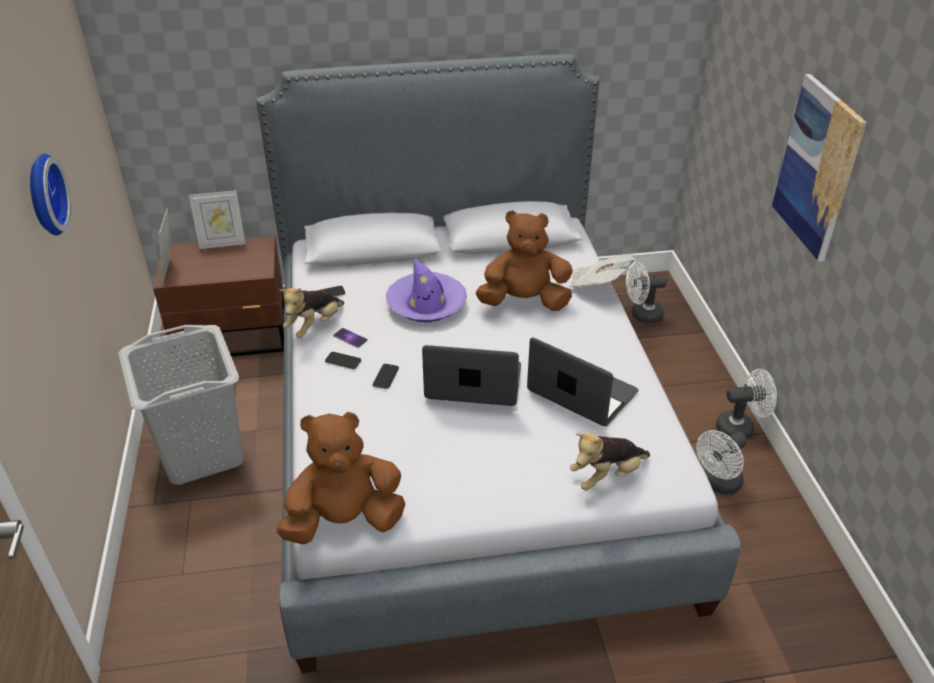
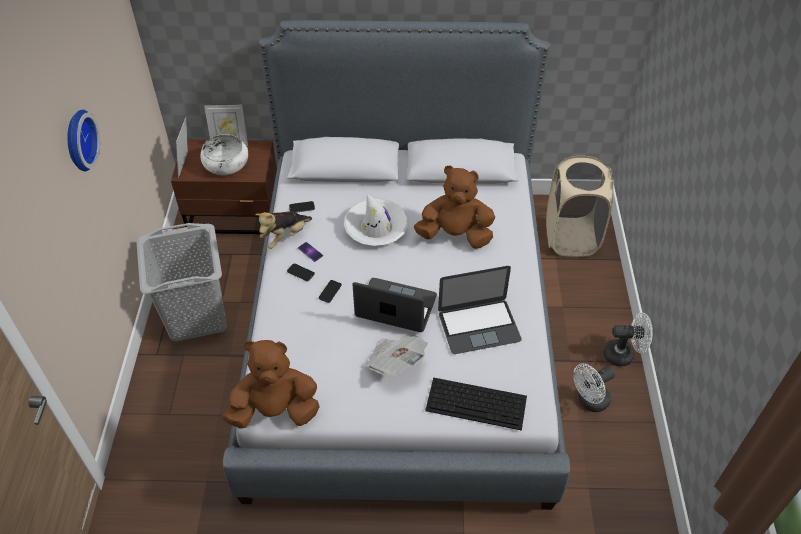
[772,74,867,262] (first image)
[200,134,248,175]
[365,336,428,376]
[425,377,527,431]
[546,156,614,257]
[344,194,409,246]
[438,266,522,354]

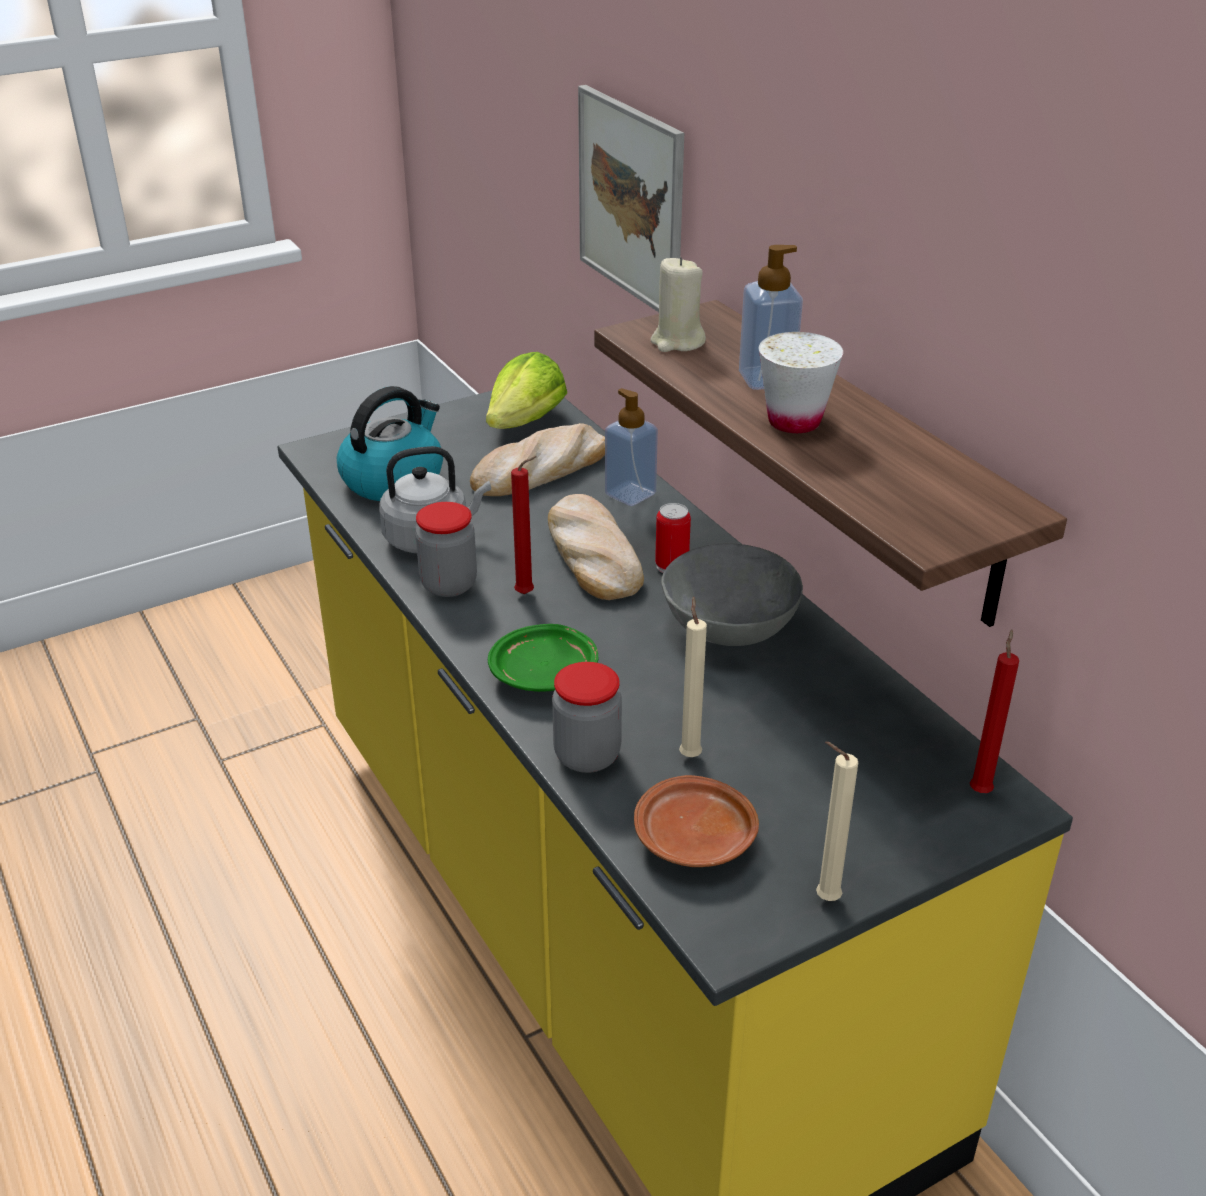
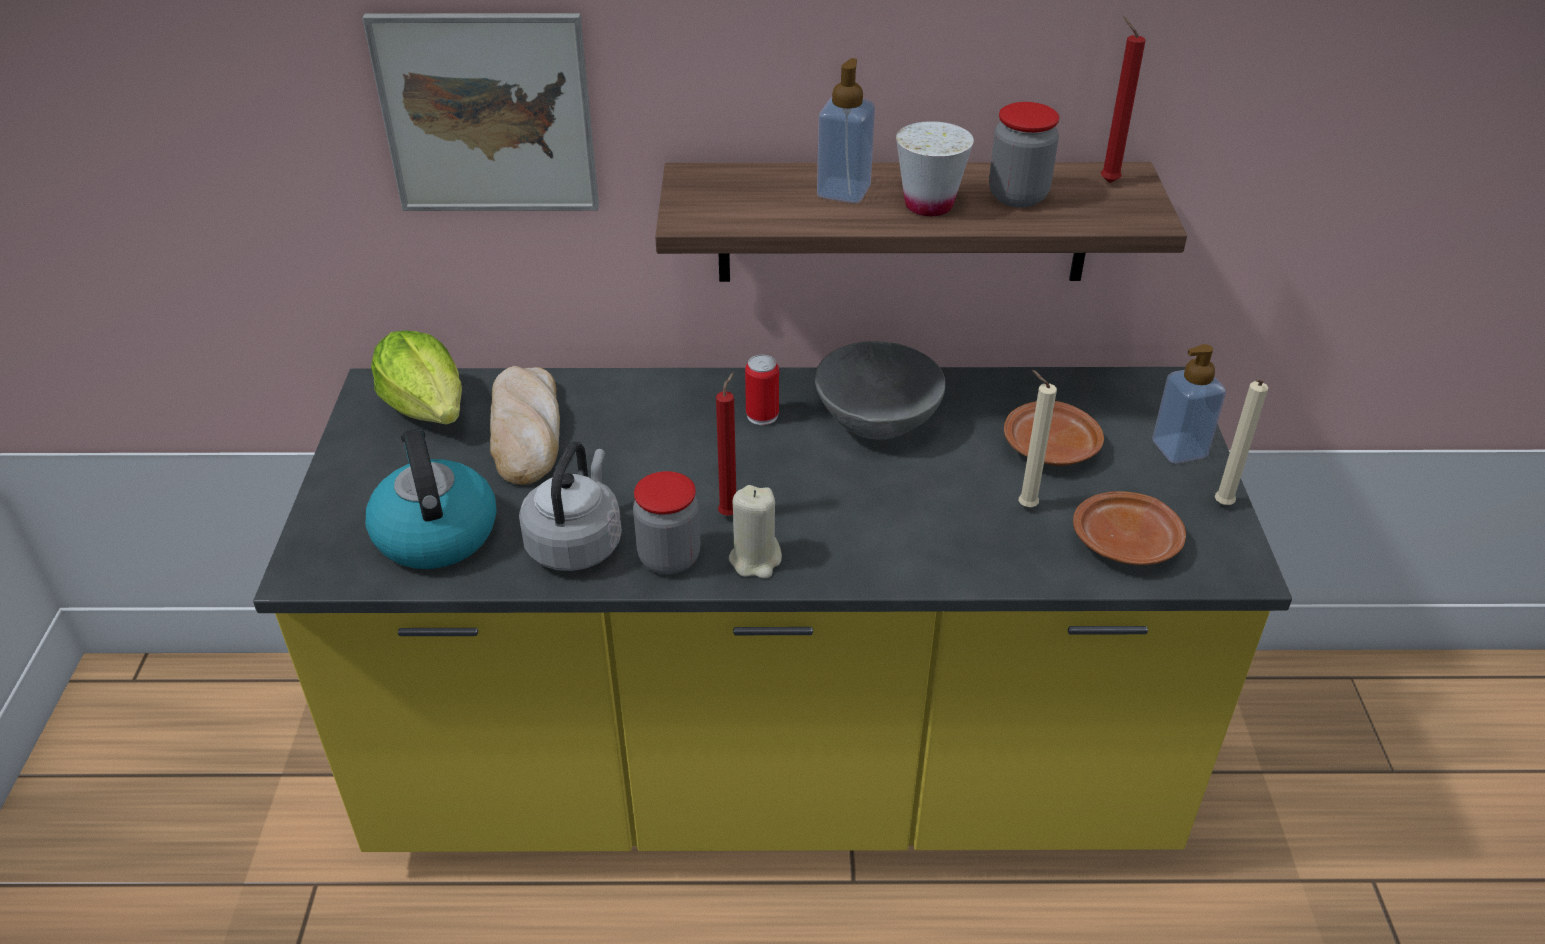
[488,624,598,692] (first image)
[548,494,644,600] (first image)
[1004,401,1104,466]
[989,102,1060,207]
[1152,344,1226,463]
[729,485,782,579]
[1101,16,1146,183]

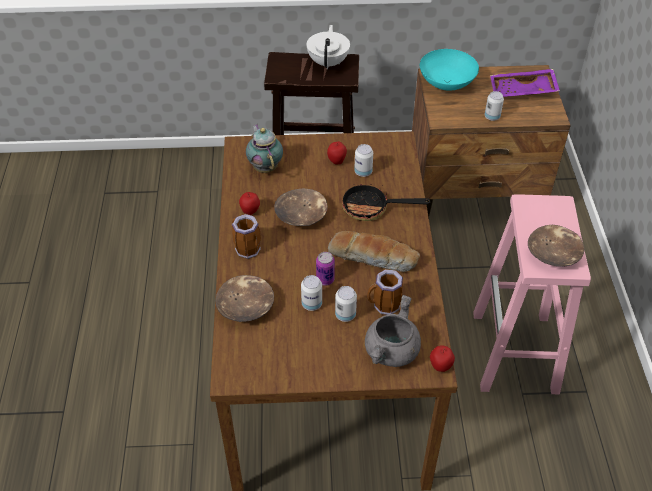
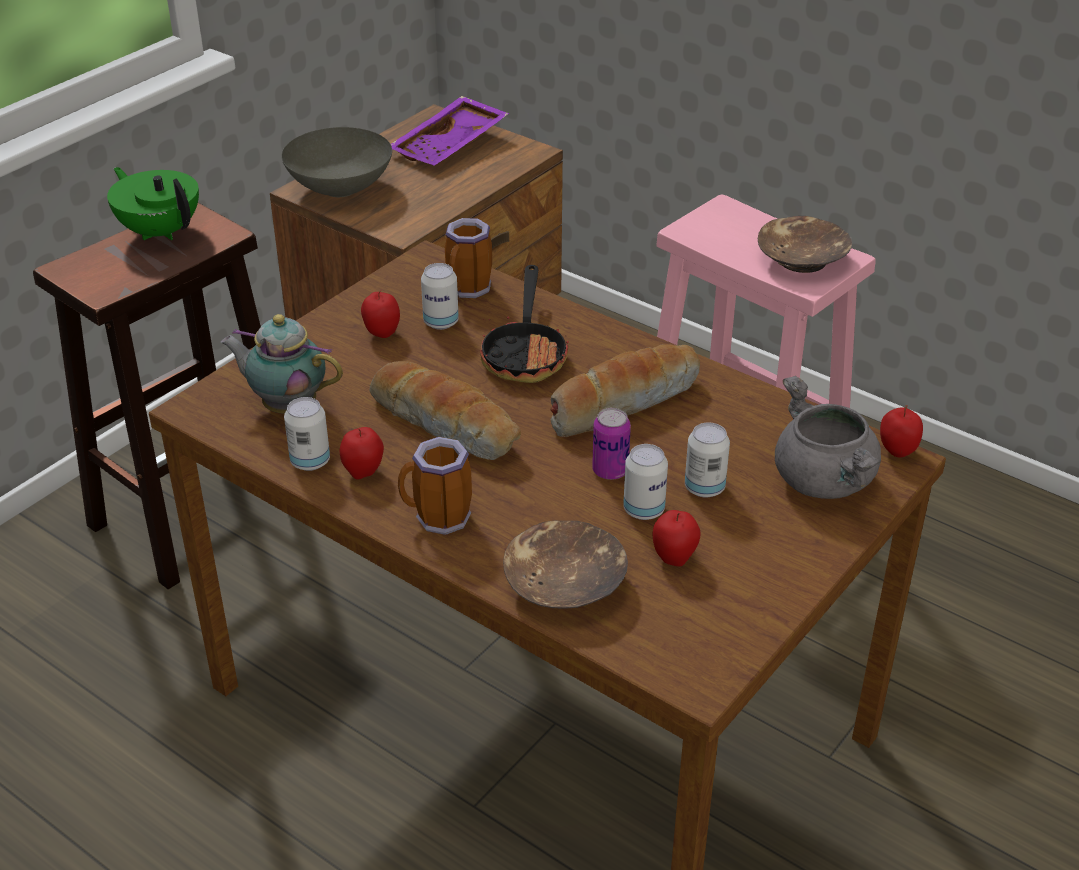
[653,510,700,567]
[445,218,492,298]
[284,397,330,471]
[369,361,521,460]
[107,167,199,240]
[282,127,392,197]
[480,265,569,383]

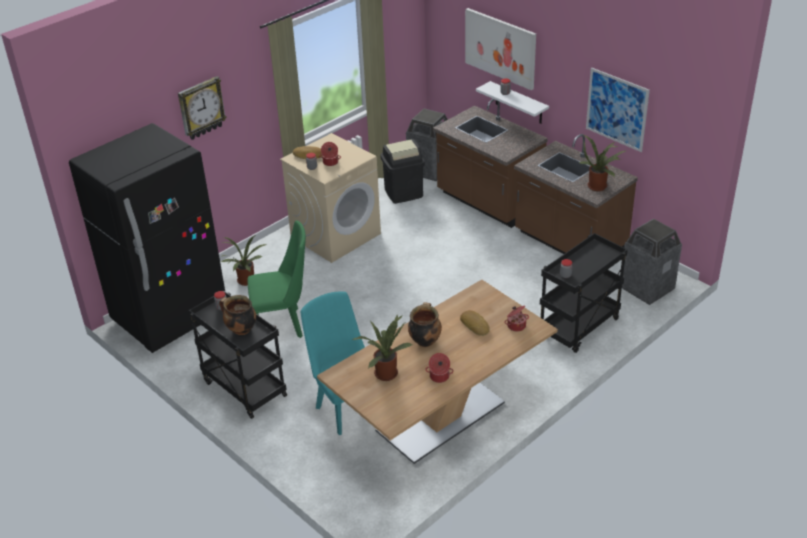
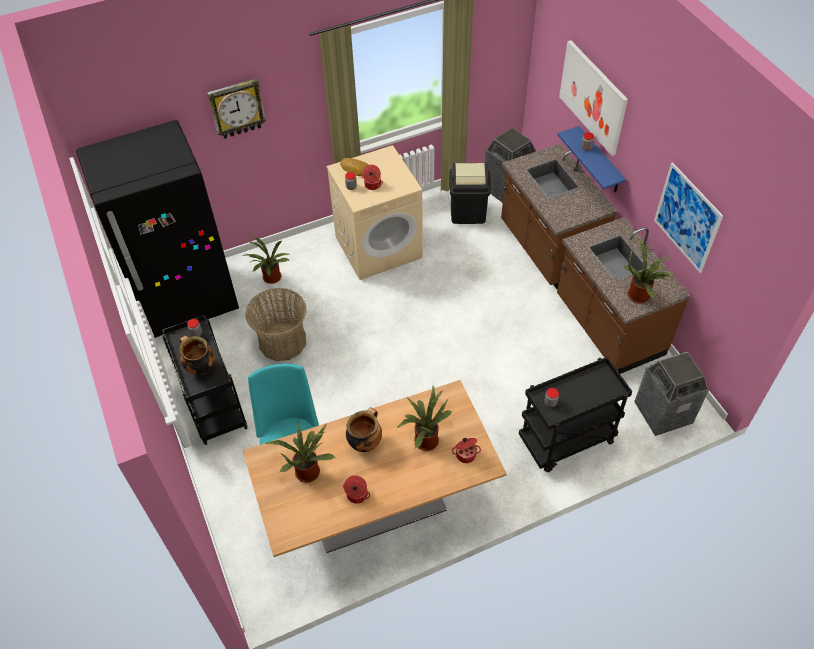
[245,288,307,361]
[397,386,453,451]
[558,126,626,193]

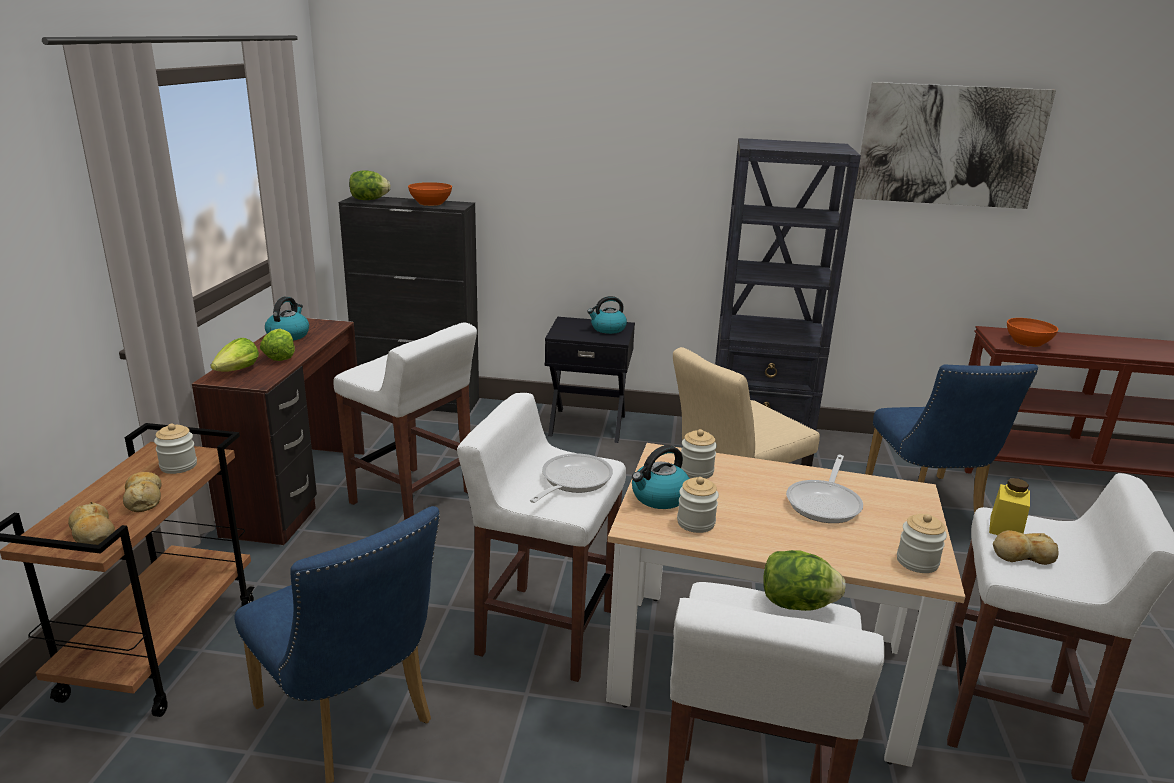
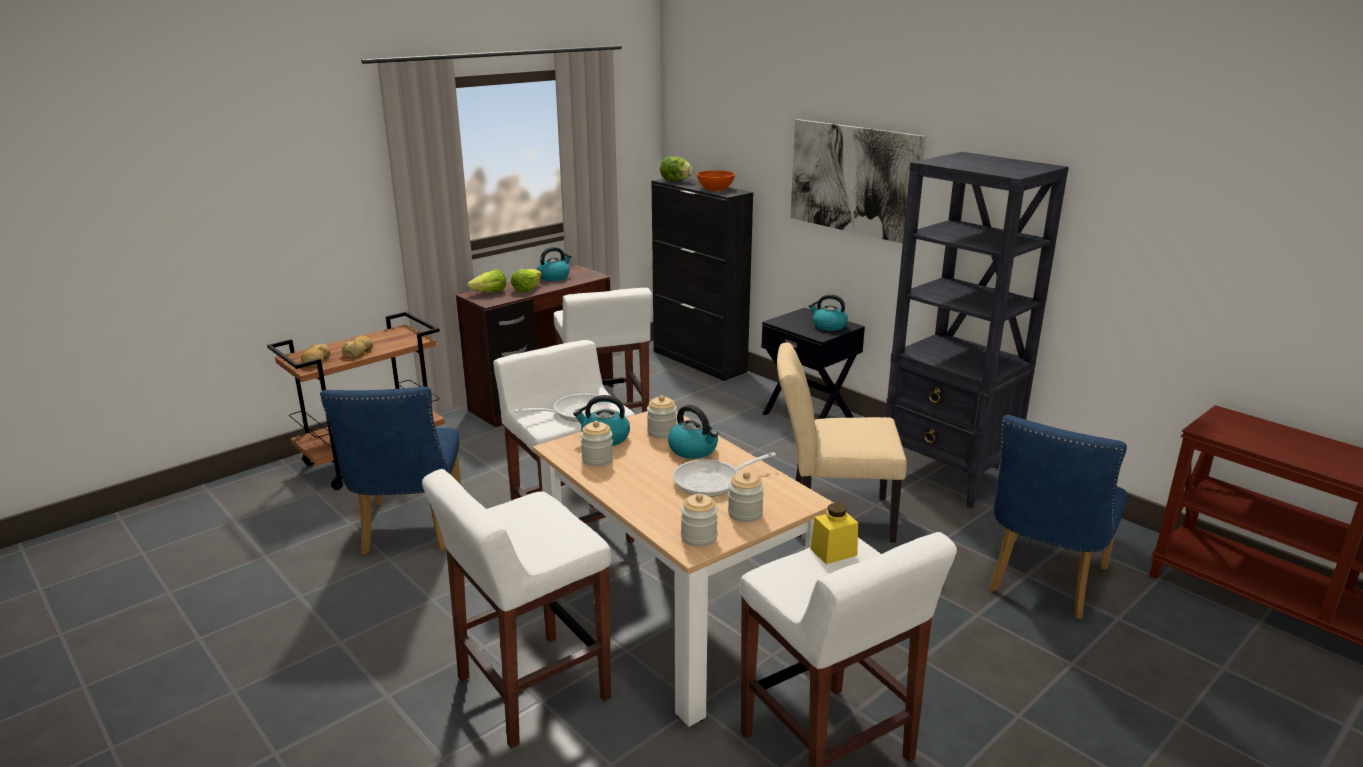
[763,550,846,611] (first image)
[993,530,1059,565] (first image)
[1007,318,1058,347] (first image)
[668,405,718,459]
[728,471,764,522]
[790,119,926,244]

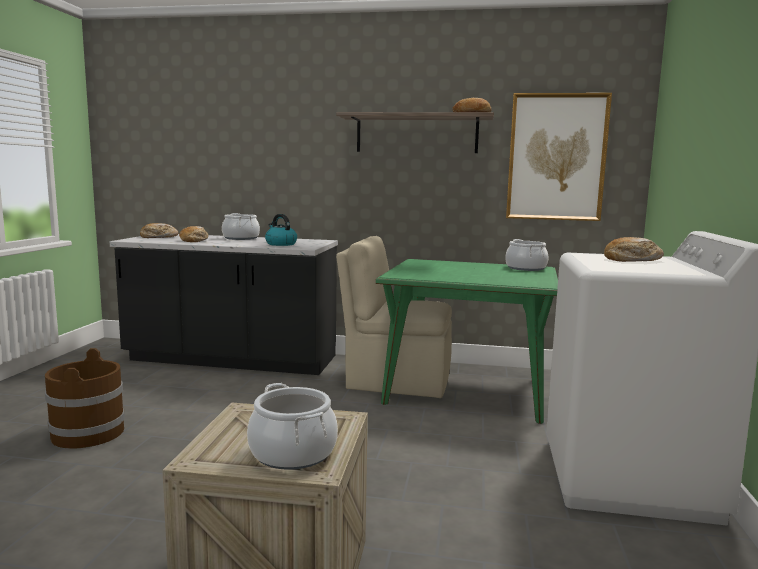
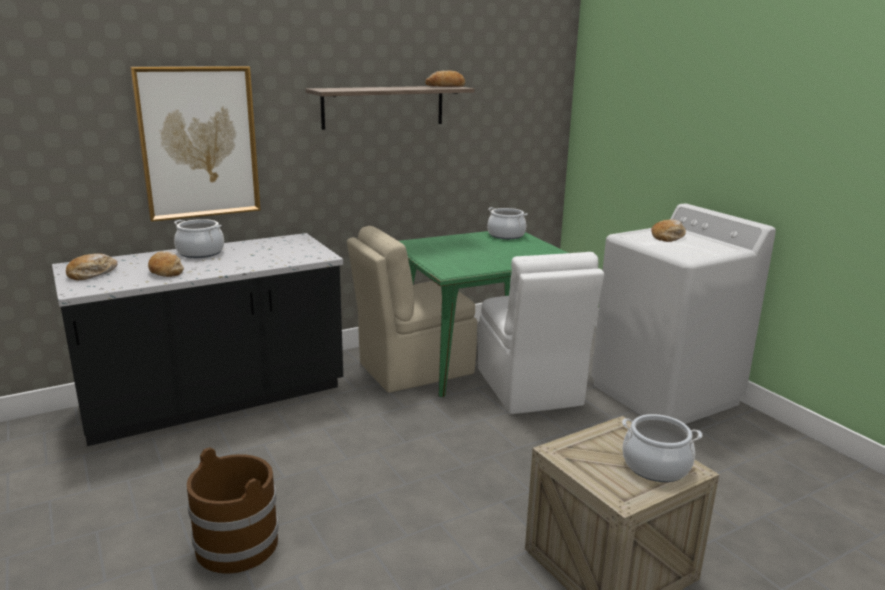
[265,214,297,246] (first image)
[478,252,604,414]
[130,66,261,222]

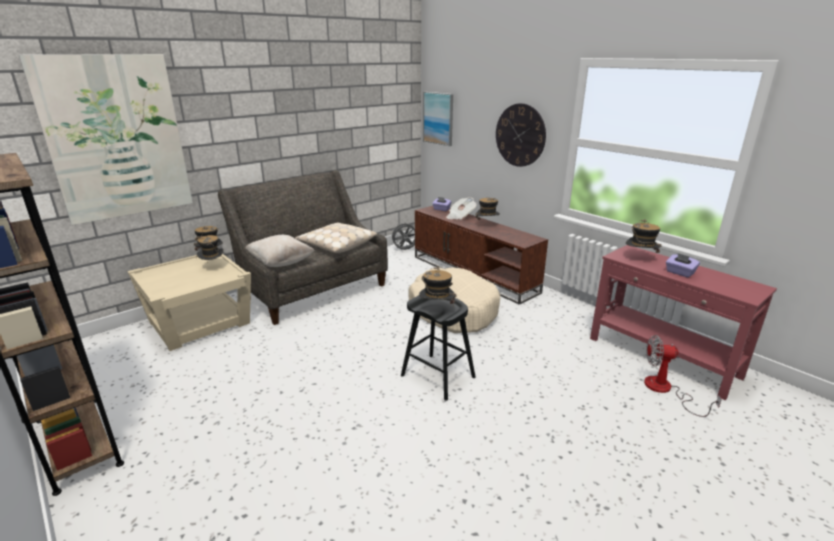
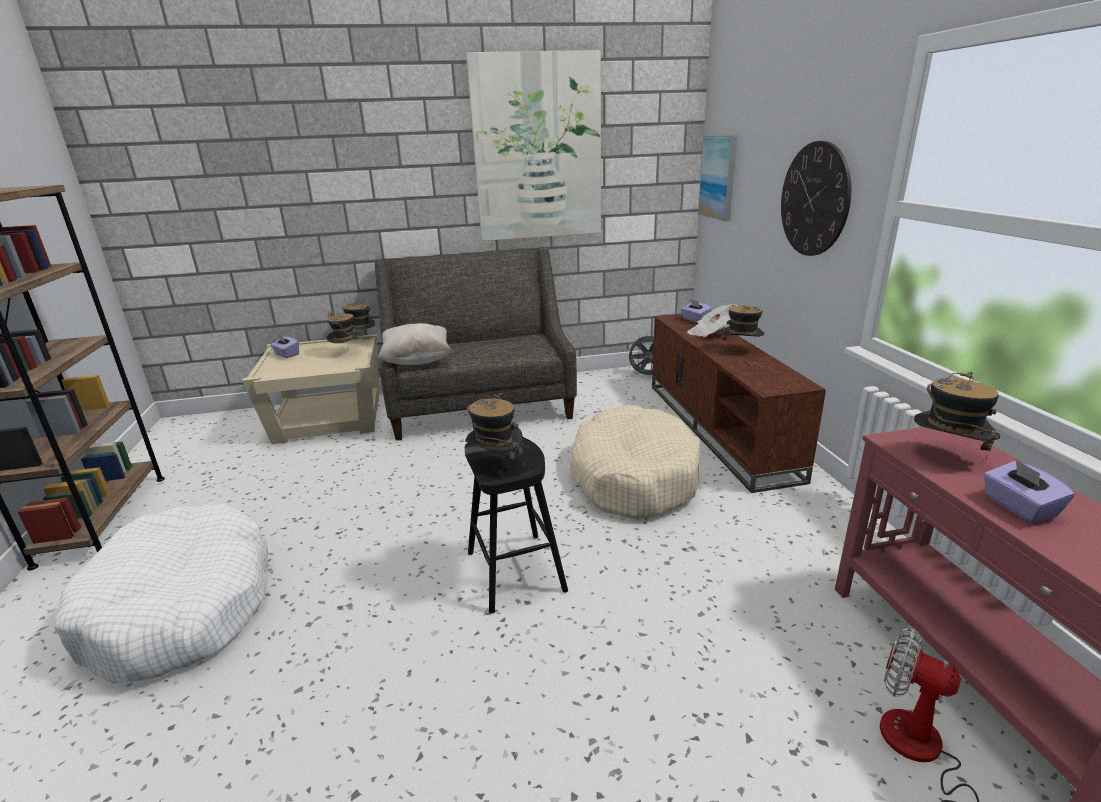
[295,223,377,253] (first image)
[54,503,268,684]
[271,335,299,358]
[466,50,601,241]

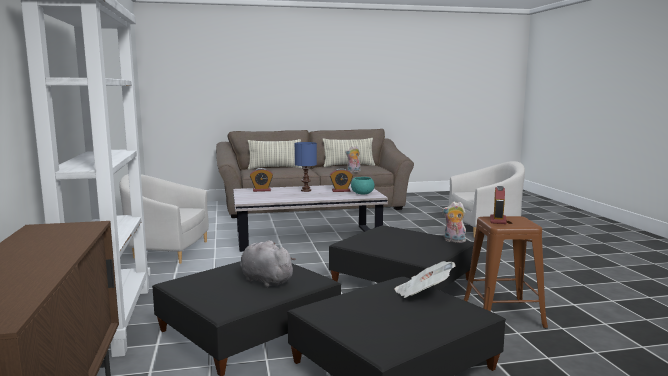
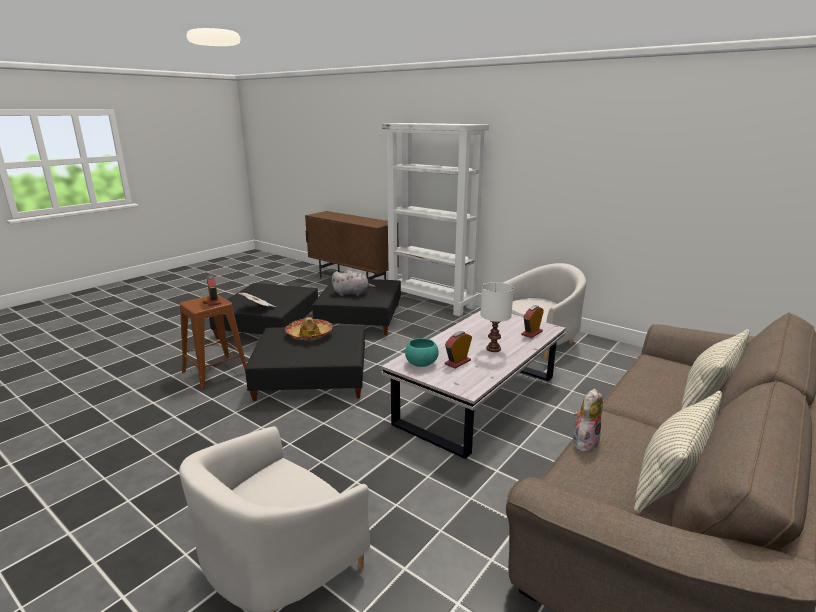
[442,202,466,243] (first image)
[286,317,333,340]
[480,282,514,352]

